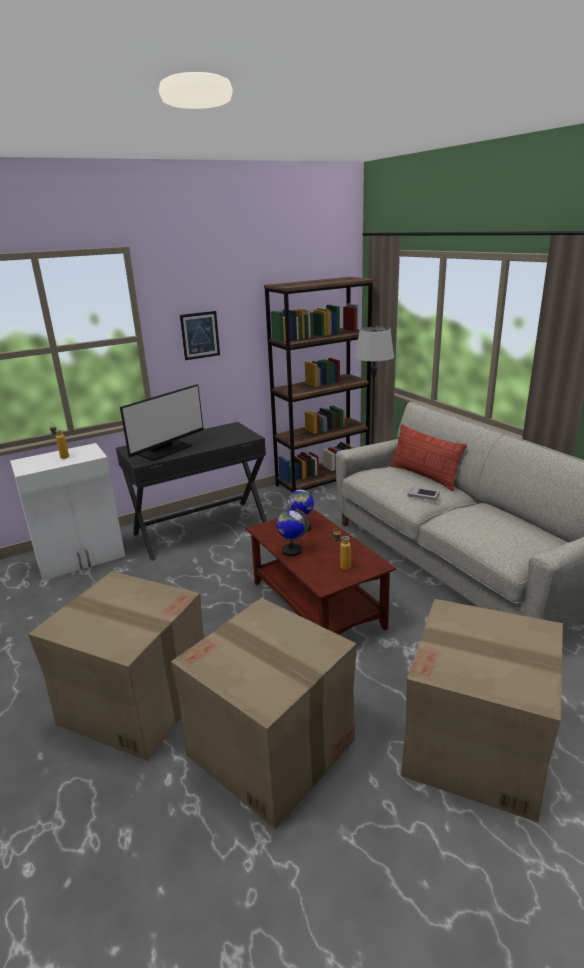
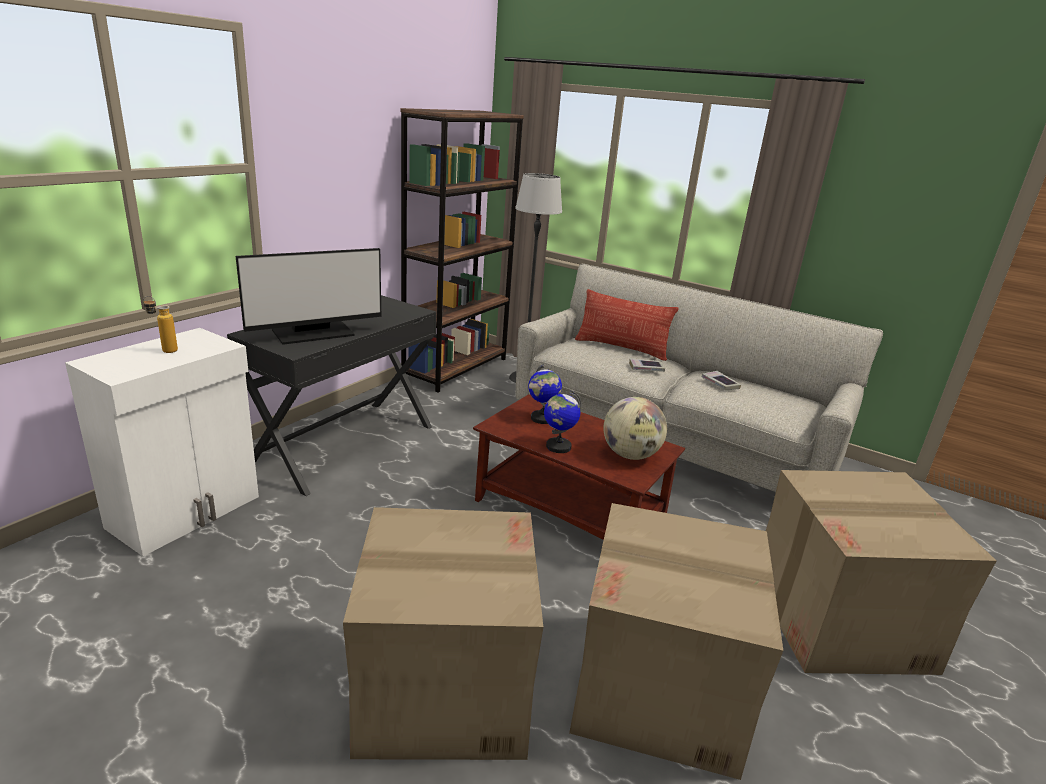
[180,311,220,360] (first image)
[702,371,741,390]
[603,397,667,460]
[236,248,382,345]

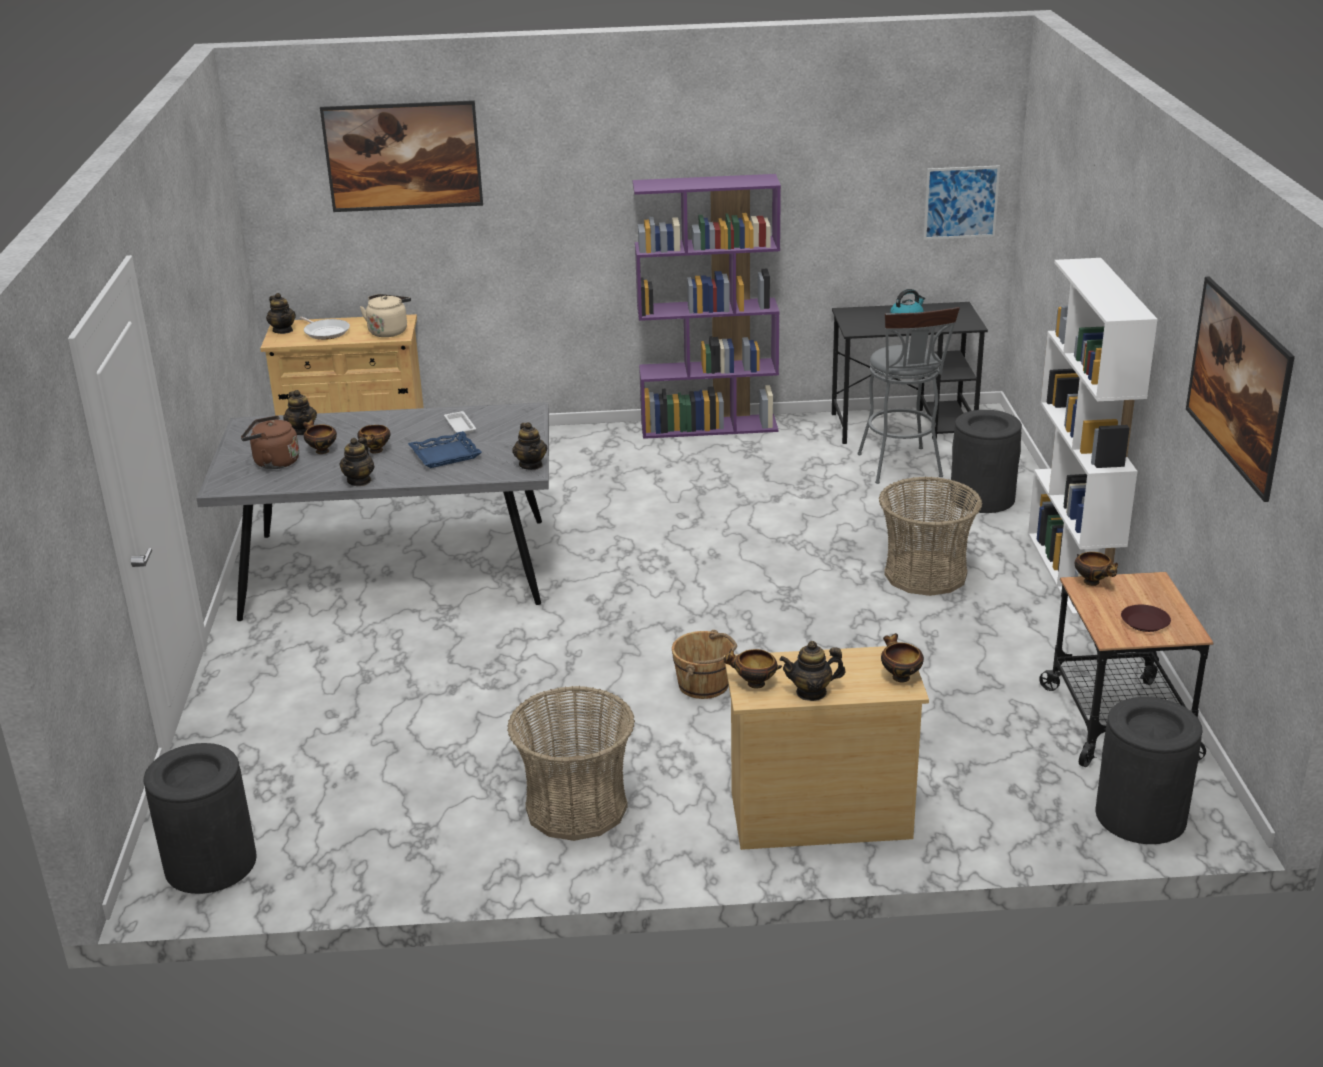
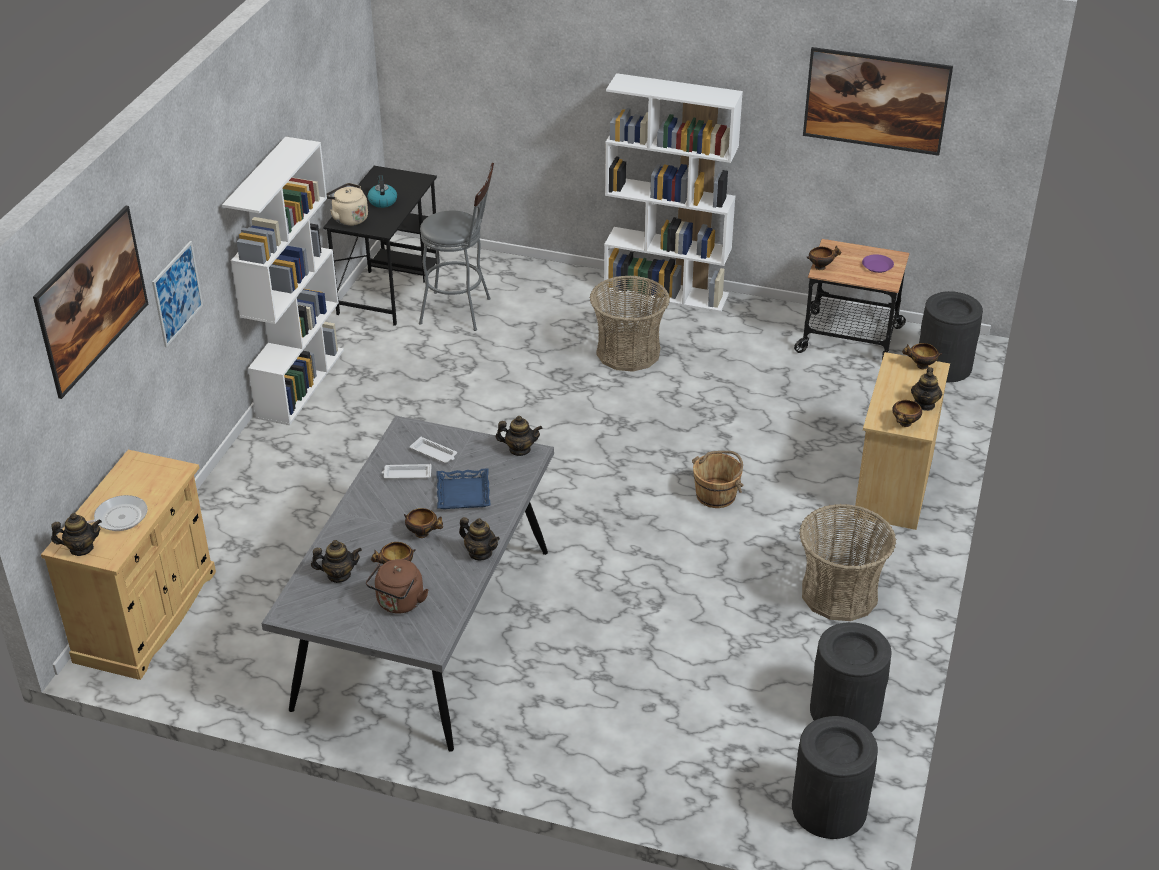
[410,437,457,463]
[326,183,368,226]
[152,241,203,347]
[810,622,892,732]
[222,137,344,425]
[862,254,894,273]

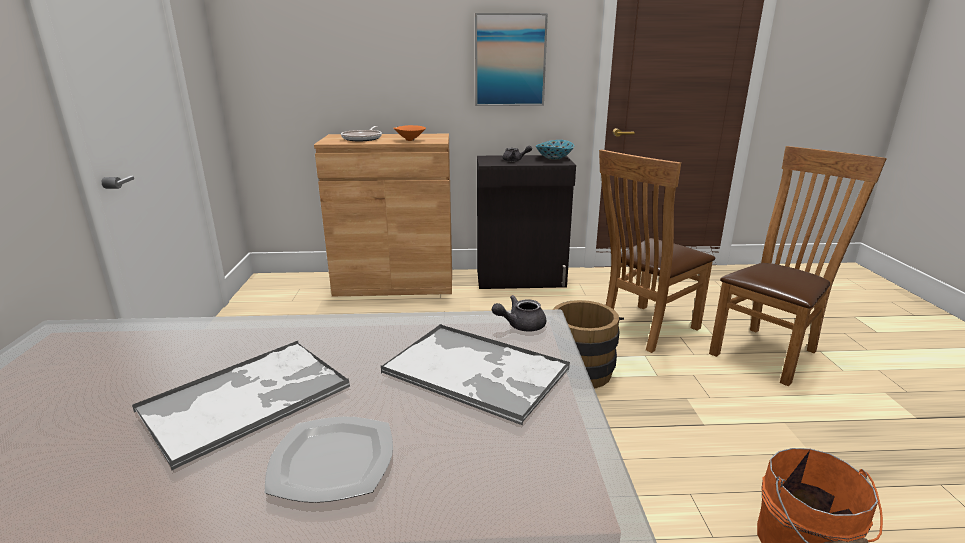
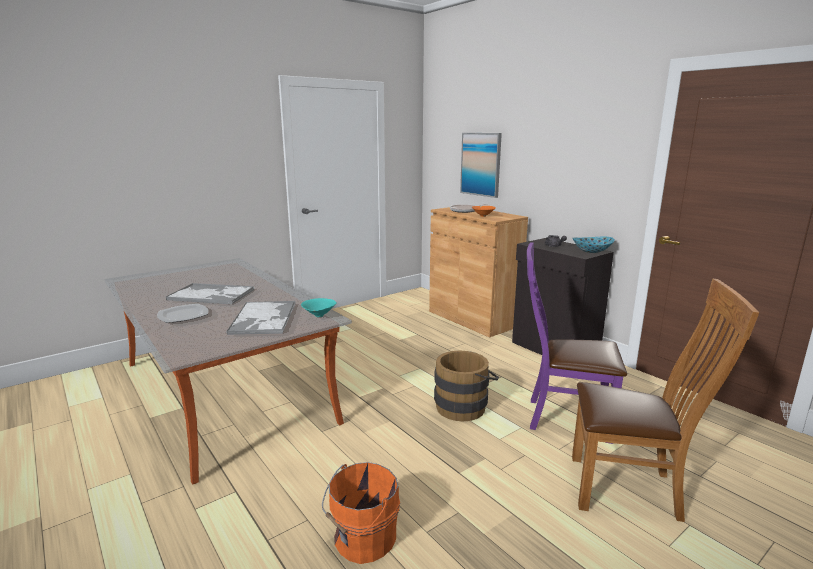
[460,133,502,198]
[301,298,337,317]
[527,242,627,444]

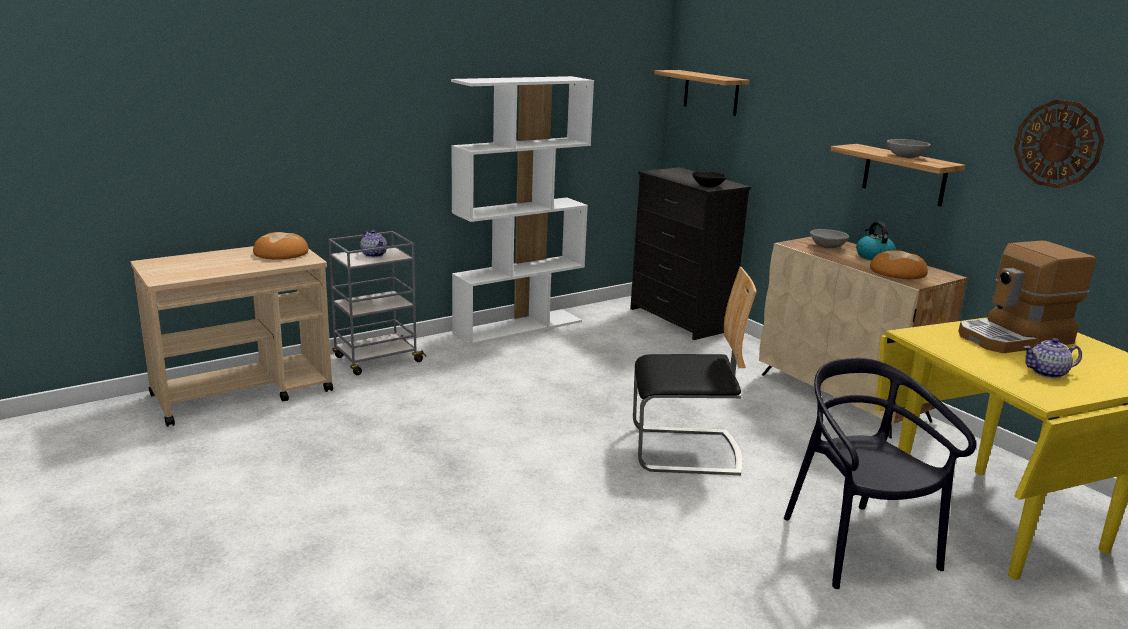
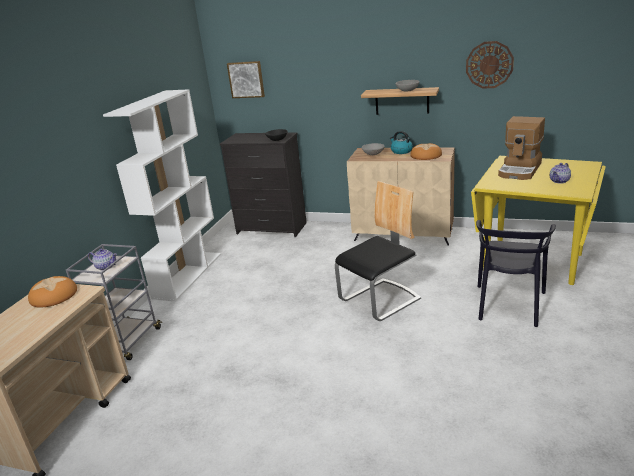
[227,61,265,98]
[476,220,556,327]

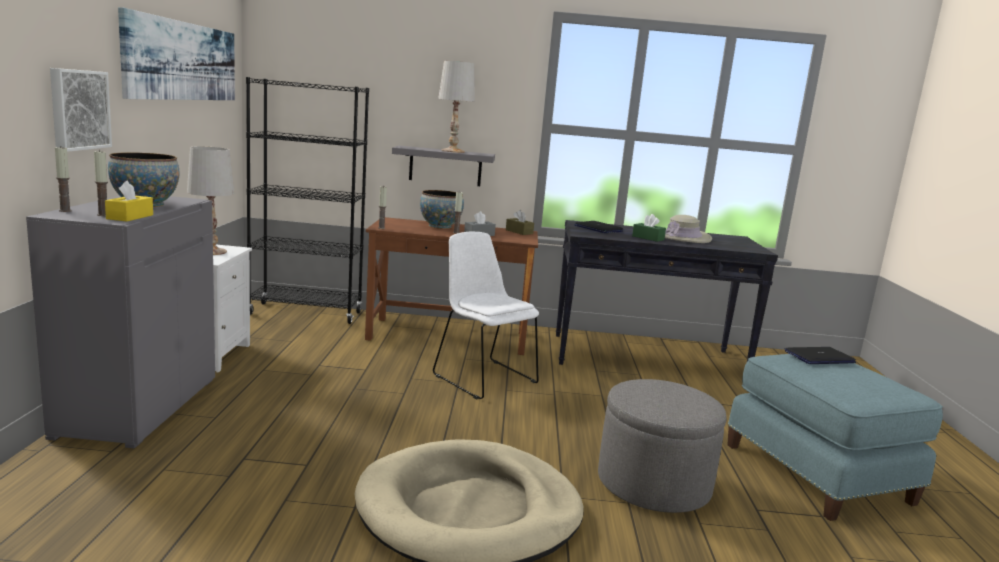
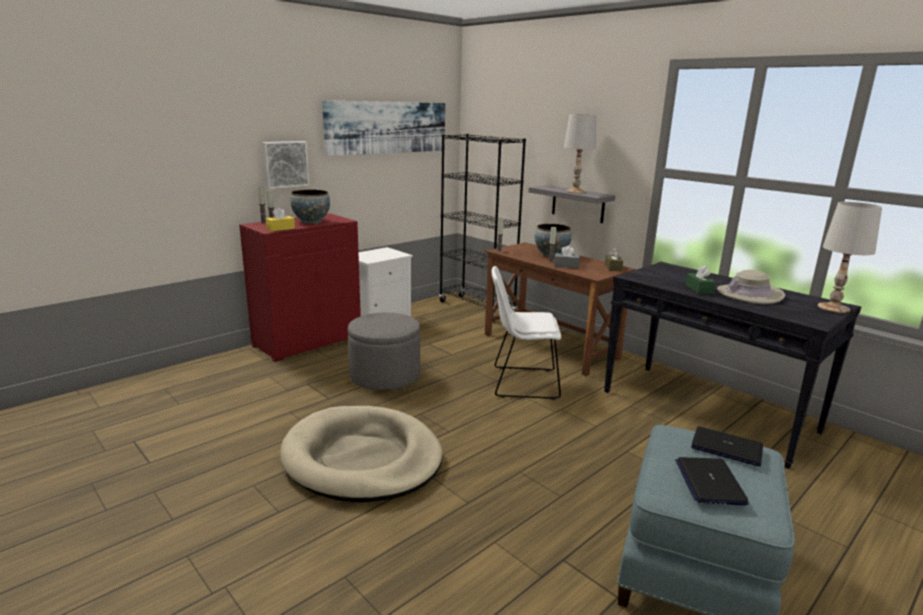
[818,202,882,313]
[675,457,749,505]
[348,313,420,390]
[239,213,361,362]
[491,266,561,400]

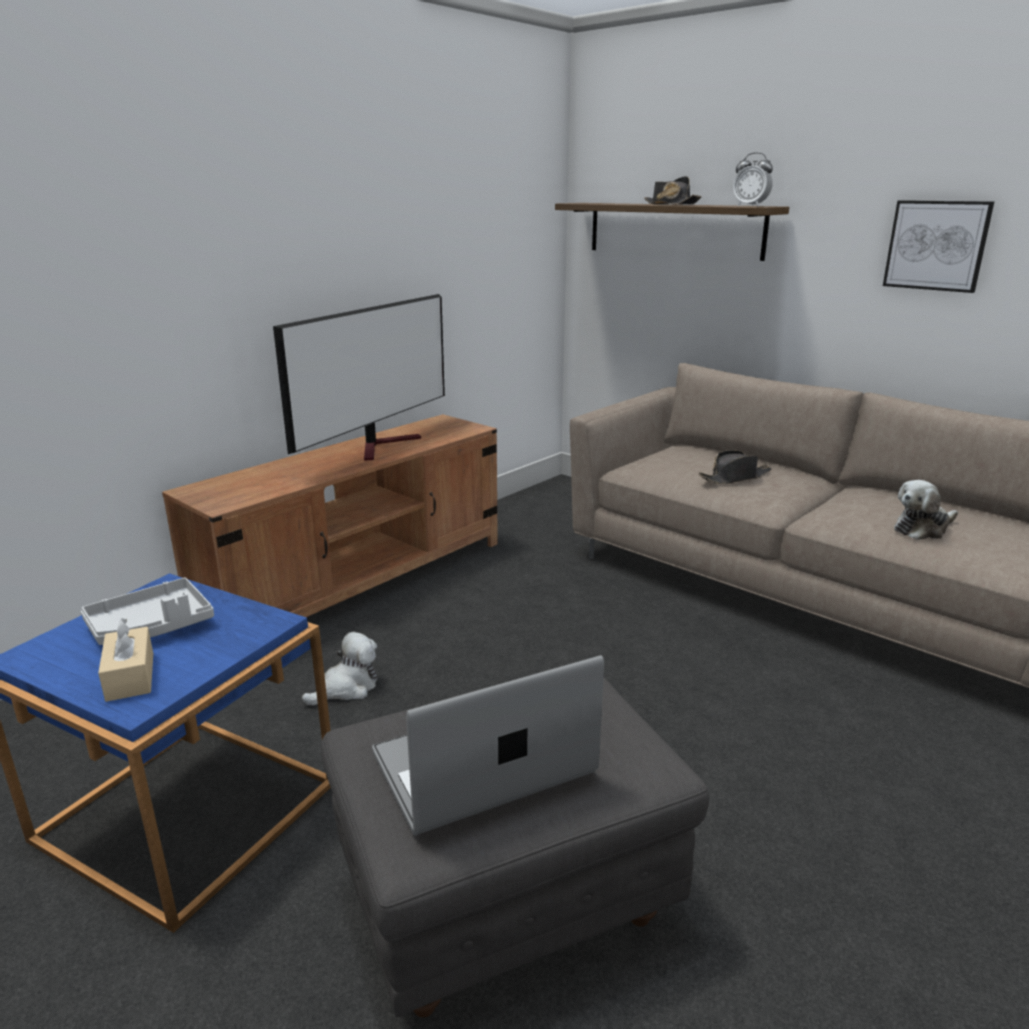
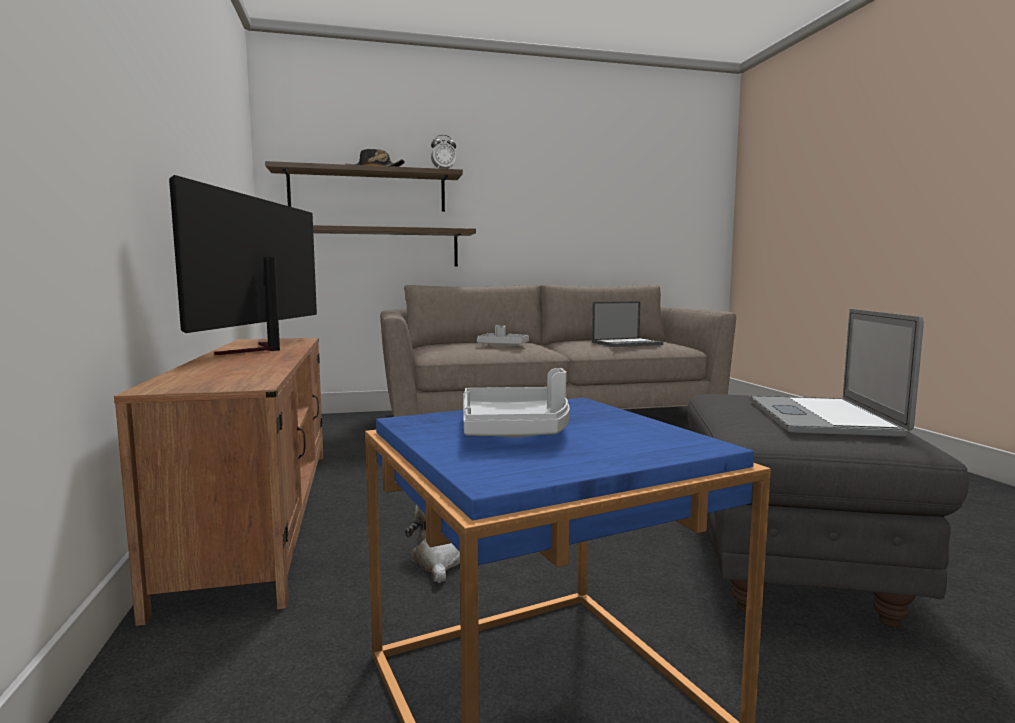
[98,618,153,702] (first image)
[883,200,994,293] (first image)
[313,225,476,267]
[477,325,529,346]
[592,301,663,347]
[169,175,317,355]

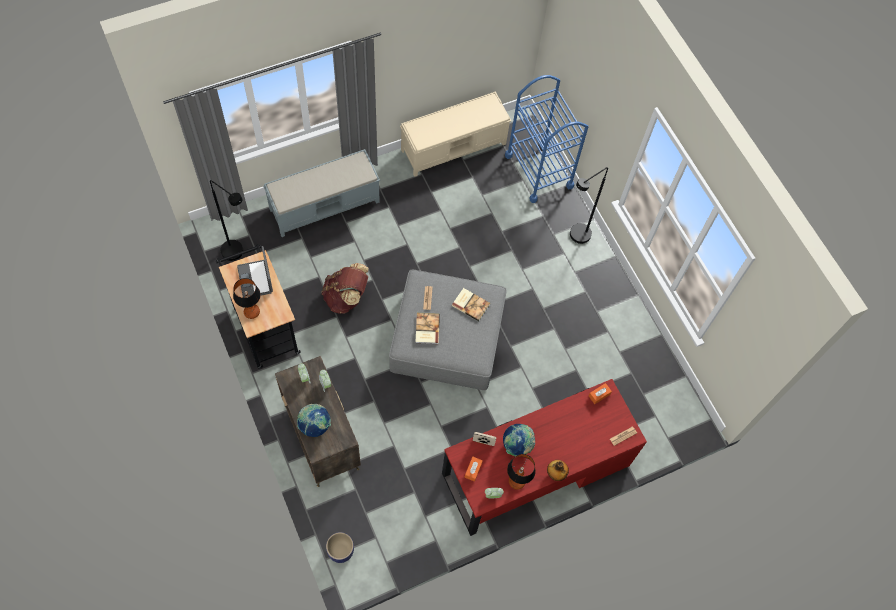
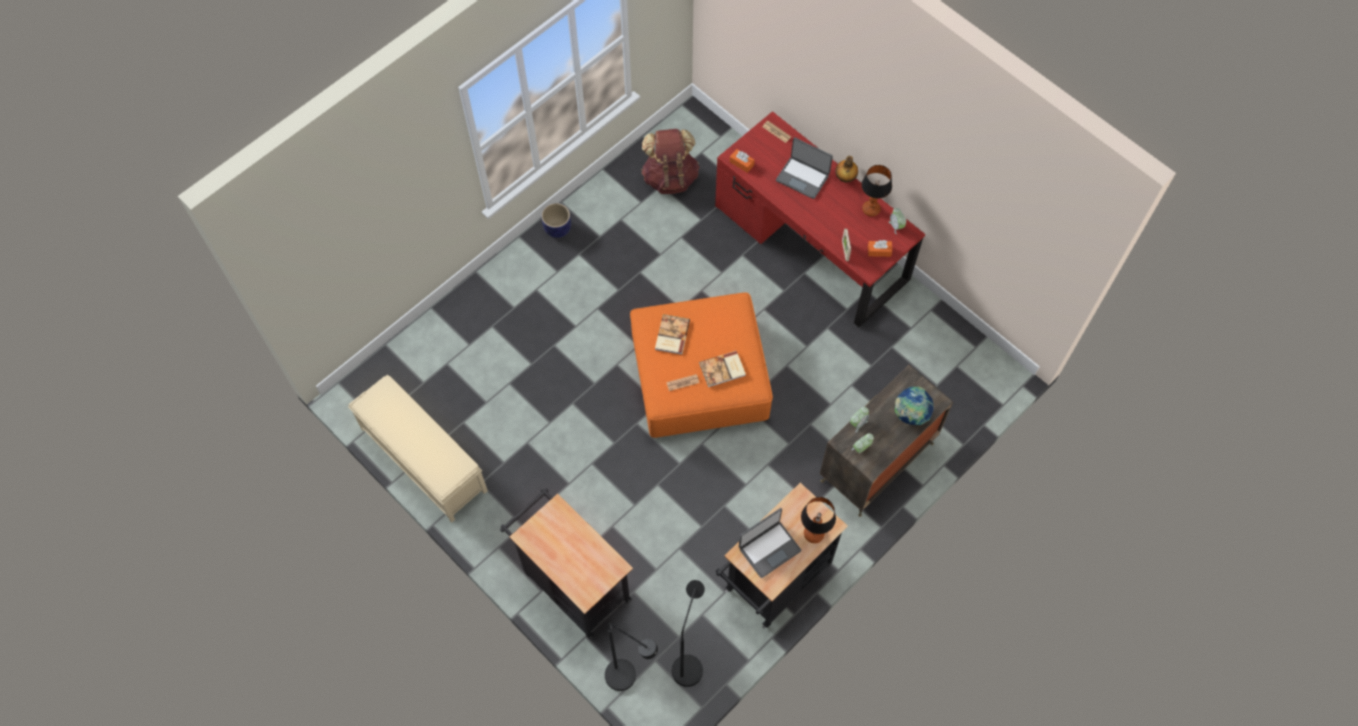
[503,424,535,456] (first image)
[505,75,588,203] (first image)
[776,137,833,199]
[641,129,700,194]
[541,203,571,238]
[605,623,658,691]
[500,489,633,639]
[630,292,773,438]

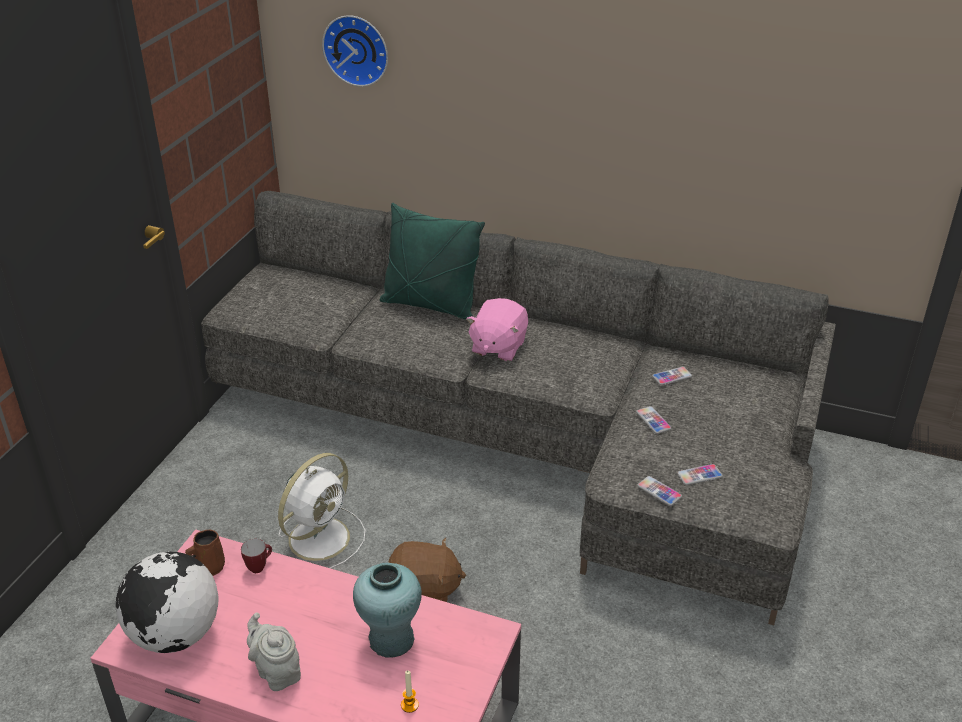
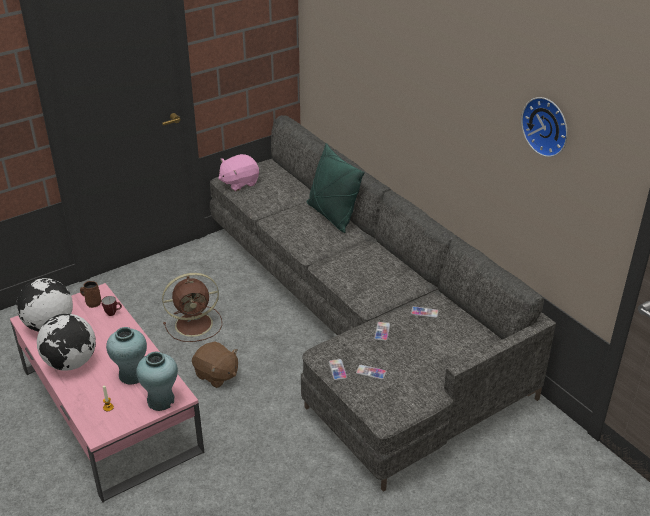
[136,352,178,411]
[521,97,568,157]
[218,154,259,191]
[37,314,96,371]
[162,273,222,342]

